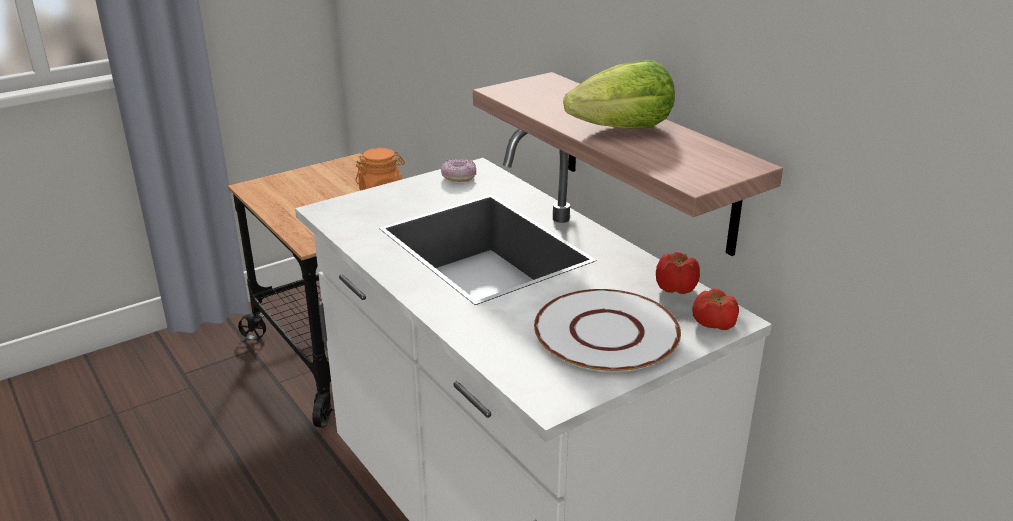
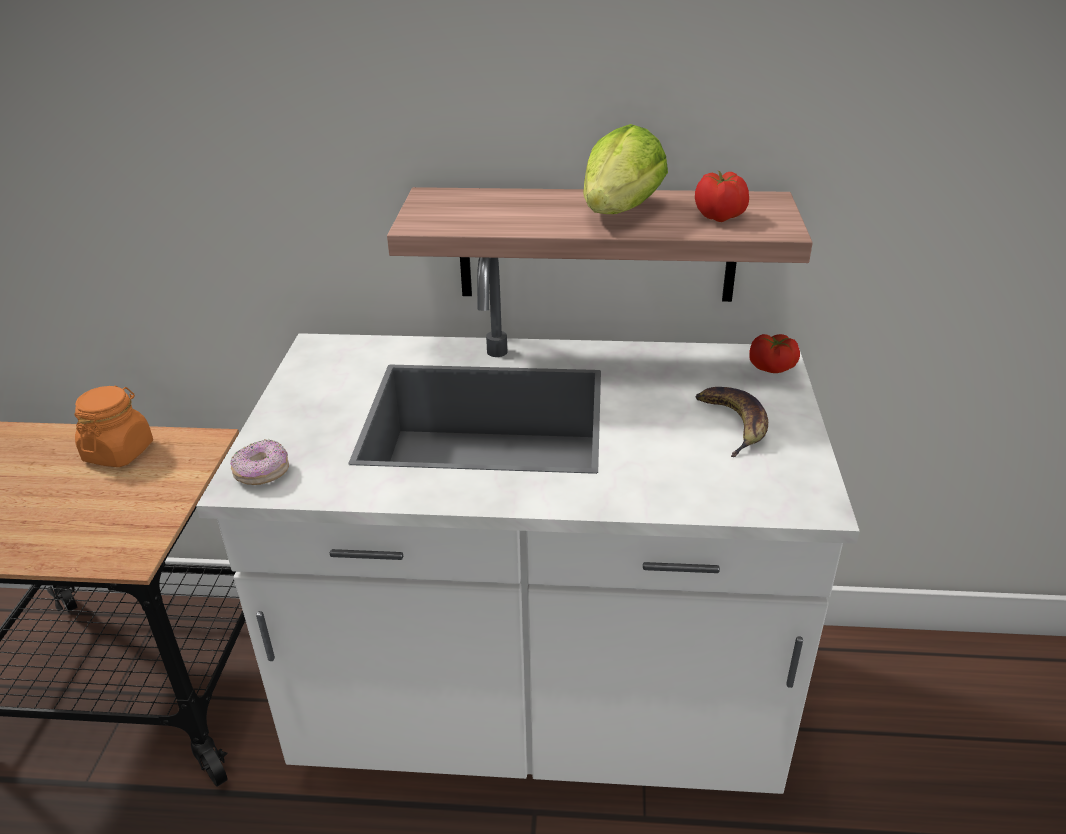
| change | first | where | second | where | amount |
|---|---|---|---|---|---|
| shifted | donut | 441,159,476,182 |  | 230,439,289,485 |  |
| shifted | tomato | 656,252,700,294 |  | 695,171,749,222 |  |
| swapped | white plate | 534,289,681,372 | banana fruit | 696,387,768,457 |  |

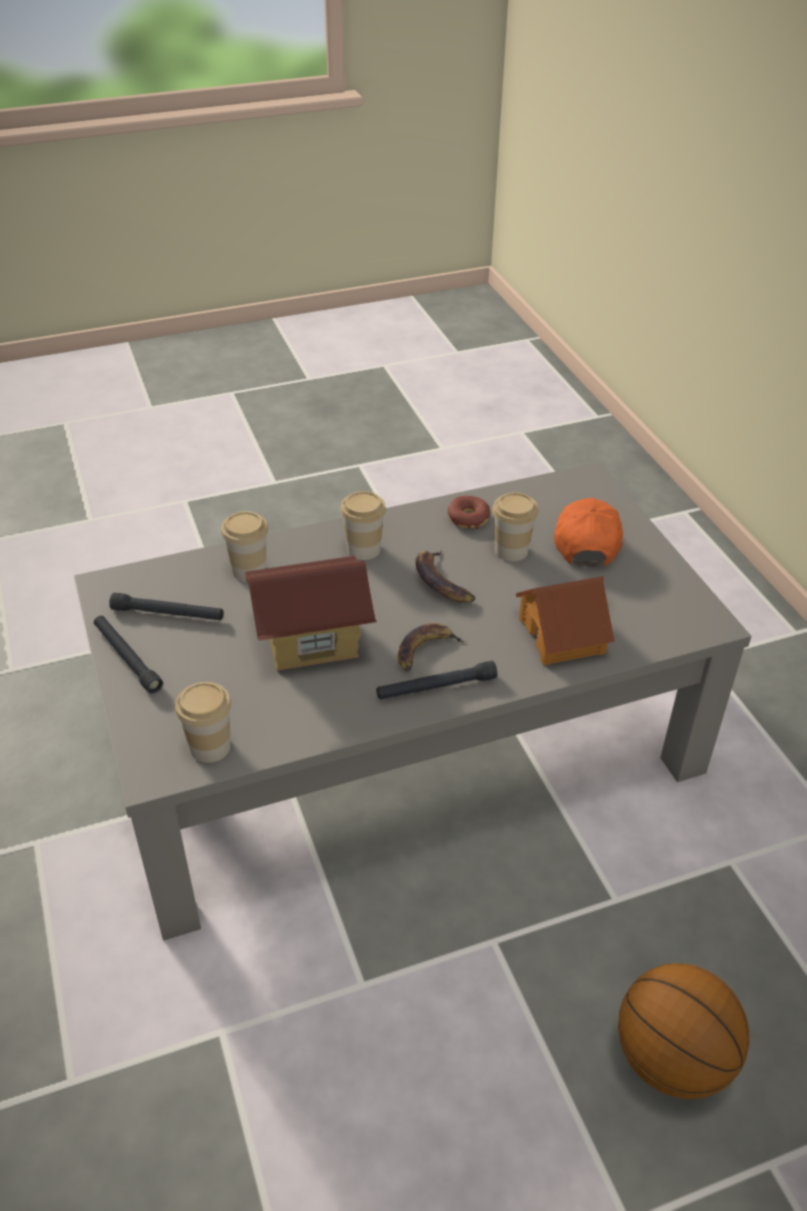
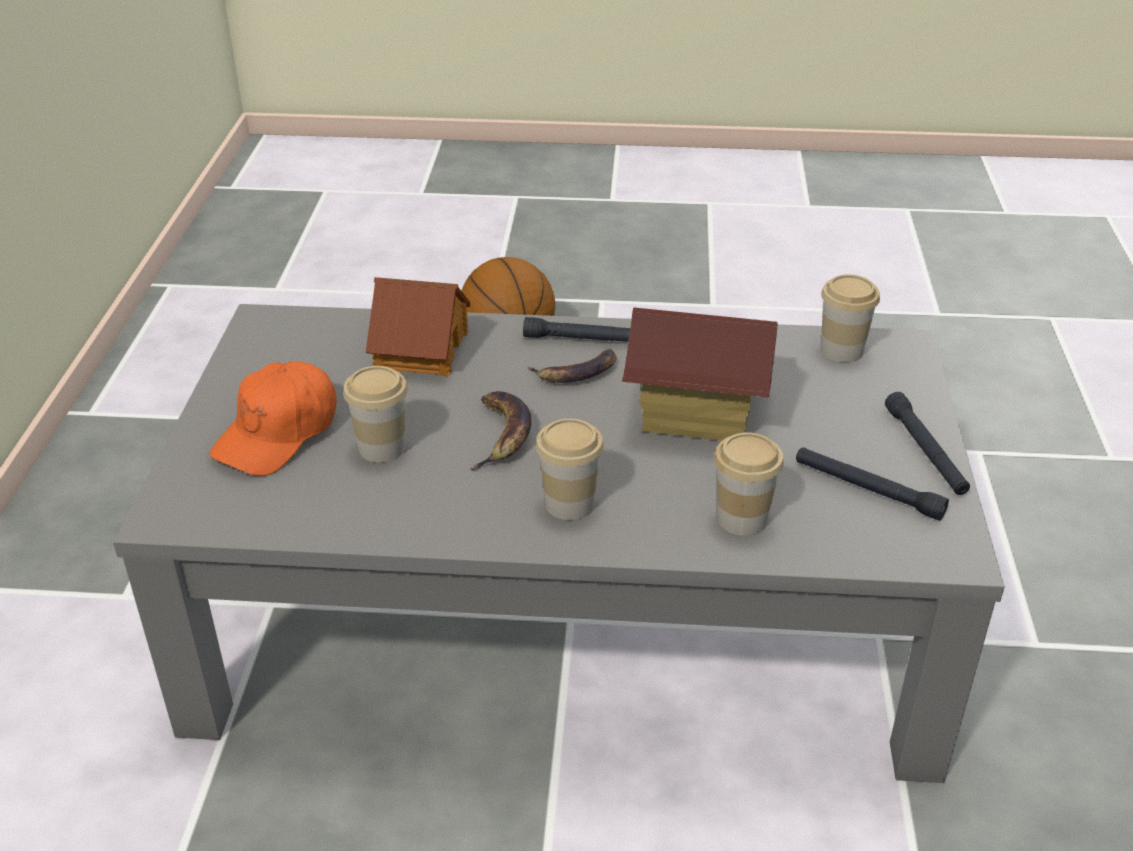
| change | first | where | second | where | amount |
|---|---|---|---|---|---|
| gone | donut | 448,496,491,529 |  |  |  |

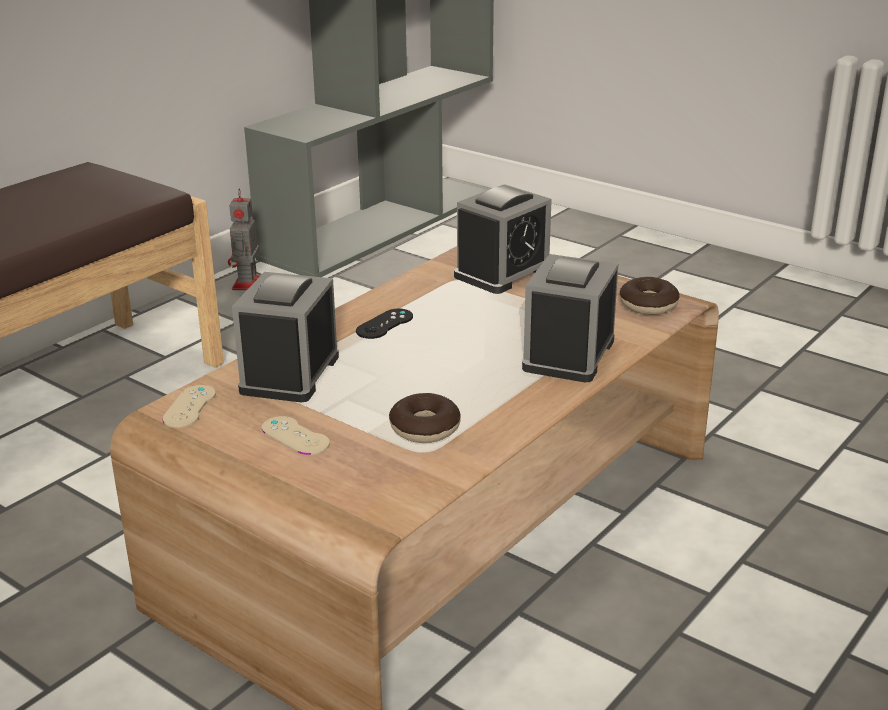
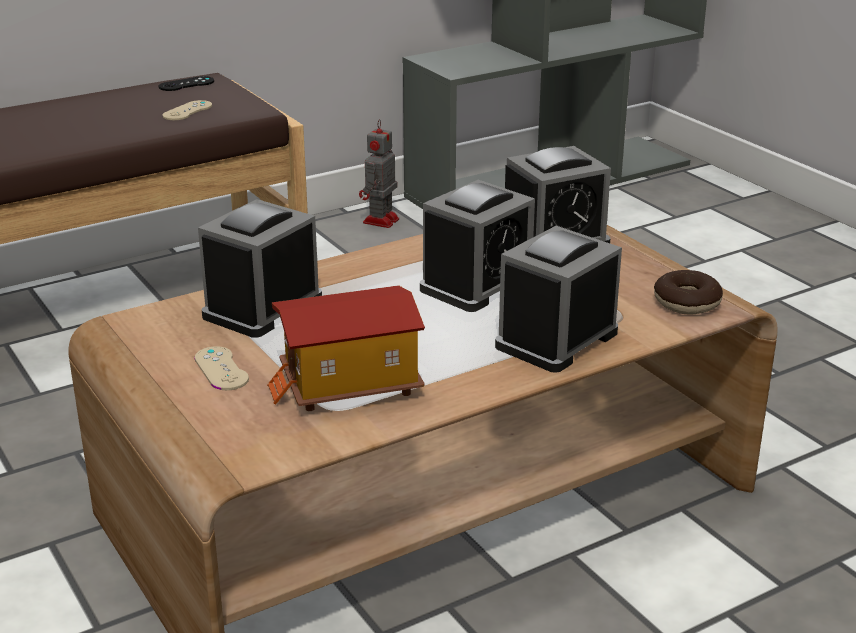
| change | first | where | second | where | amount |
|---|---|---|---|---|---|
| shifted | black game controller | 356,309,413,339 |  | 159,76,214,91 |  |
| shifted | beige game controller | 162,385,216,428 |  | 162,100,212,120 |  |
| swapped | donut | 389,393,461,443 | toy house | 267,285,425,411 |  |
| new |  |  | alarm clock | 420,180,535,312 |  |

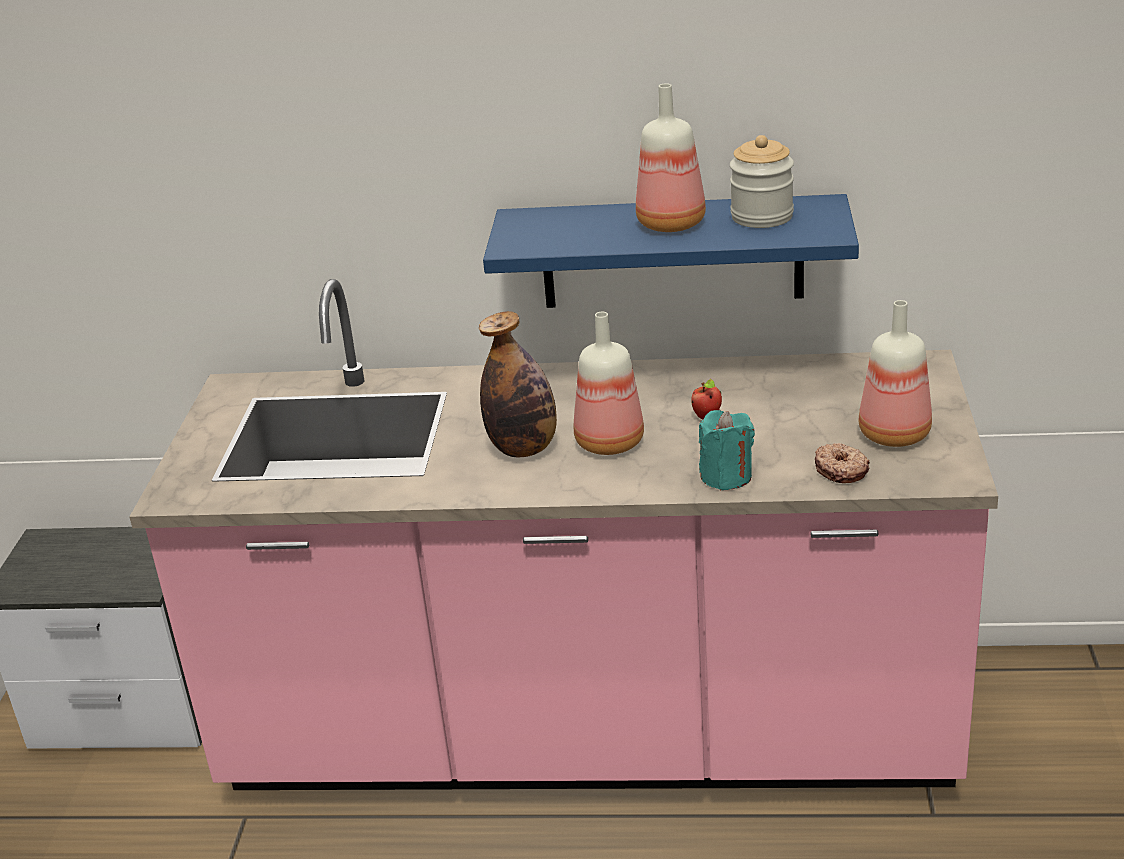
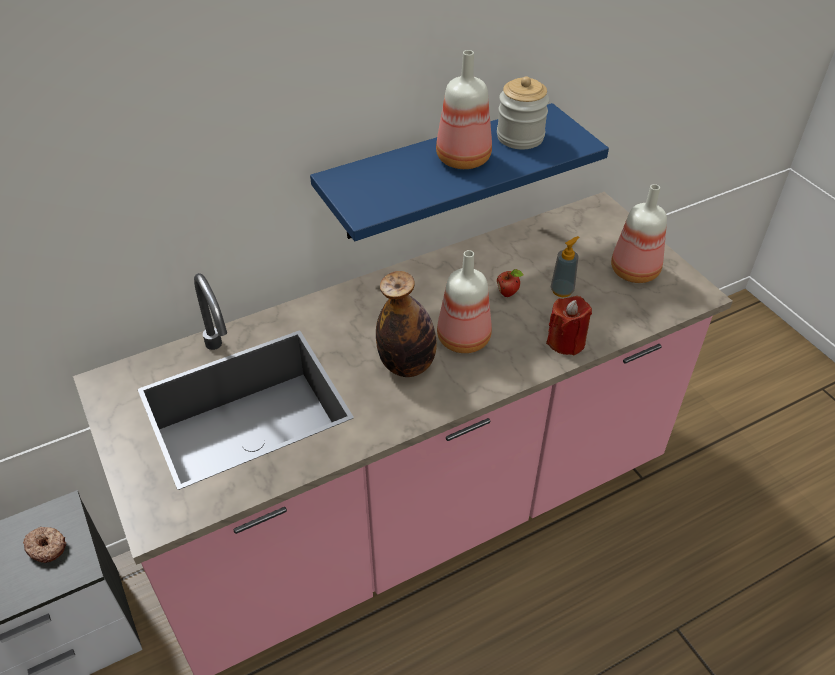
| change | first | where | second | where | amount |
|---|---|---|---|---|---|
| repainted | turquoise candle | 699,410,755,490 | red candle | 546,296,592,355 |  |
| shifted | donut | 815,443,870,483 |  | 23,527,66,563 |  |
| new |  |  | liquid soap bottle | 551,236,580,297 |  |

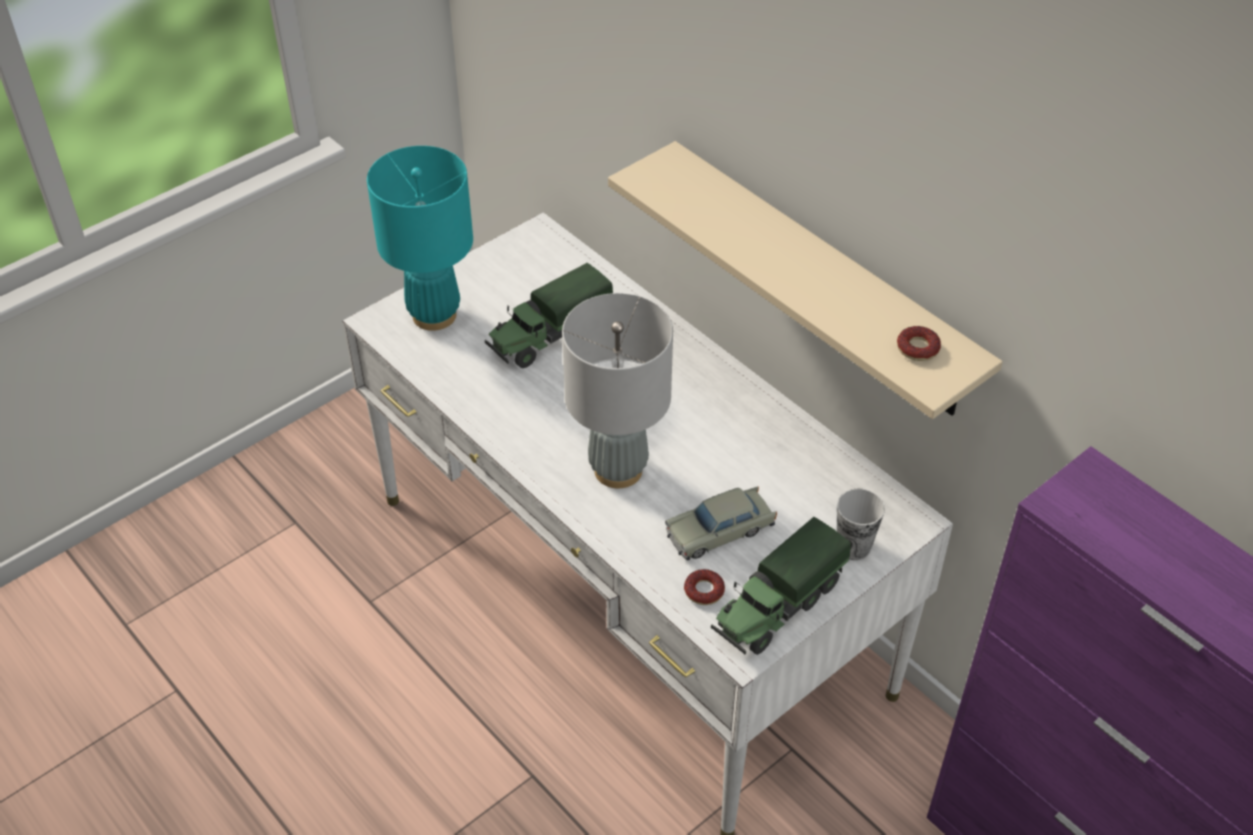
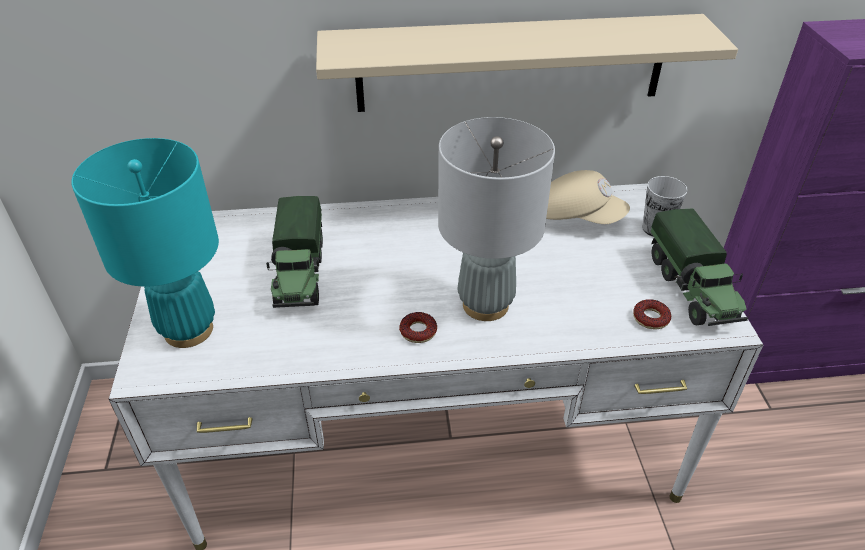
| change | first | where | second | where | amount |
|---|---|---|---|---|---|
| shifted | donut | 897,326,941,361 |  | 399,312,437,343 |  |
| gone | beige model car | 665,486,777,560 |  |  |  |
| new |  |  | beige cap | 546,170,630,224 |  |

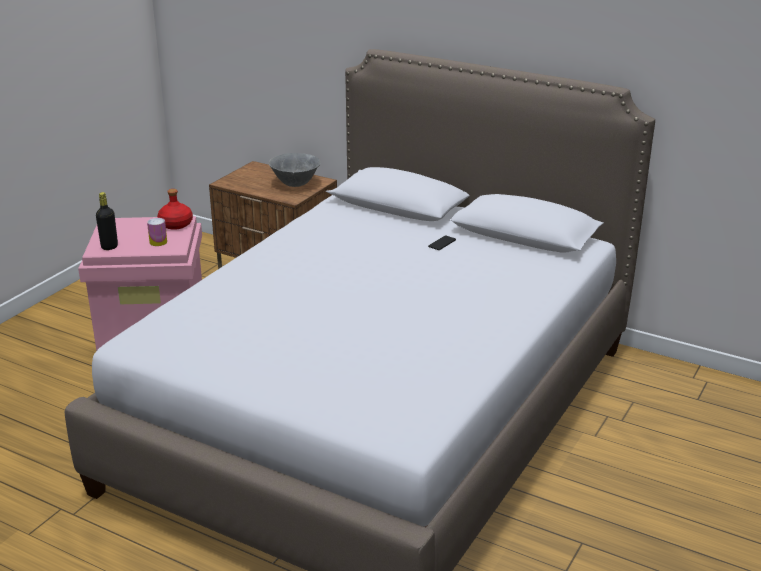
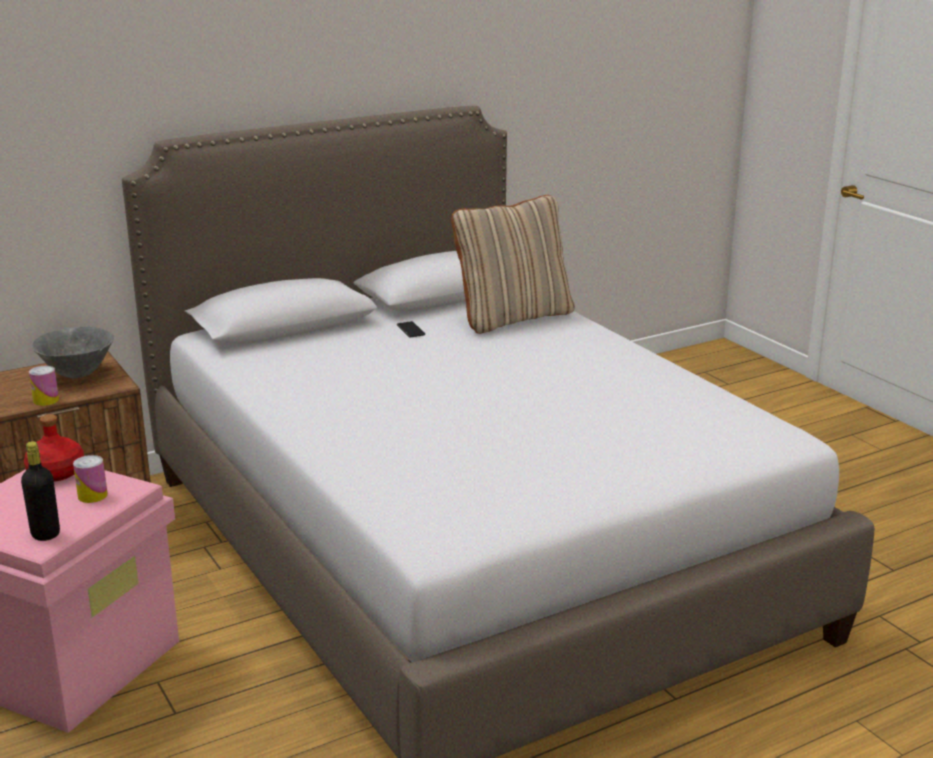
| change | first | where | second | where | amount |
|---|---|---|---|---|---|
| new |  |  | beige pillow | 451,195,575,334 |  |
| new |  |  | metal can | 29,366,59,406 |  |

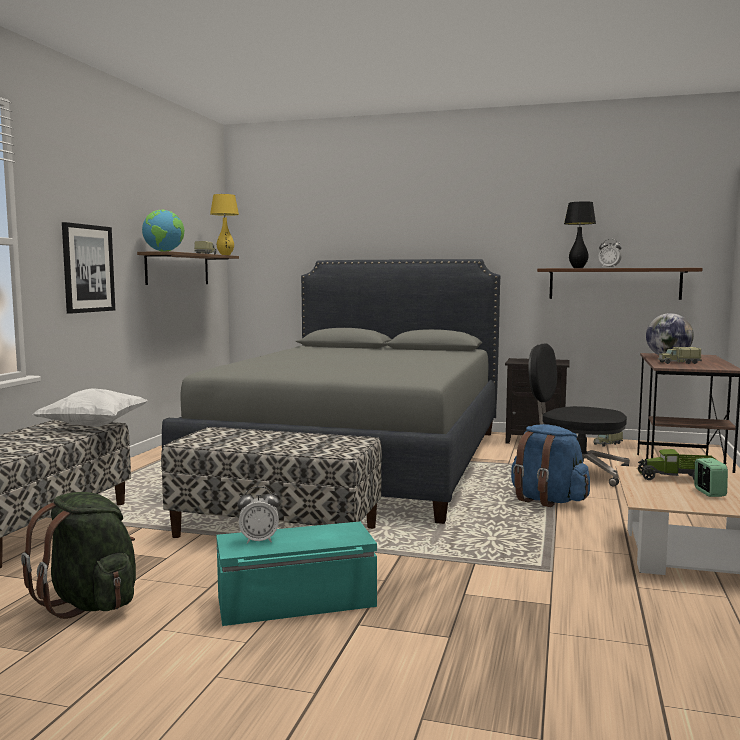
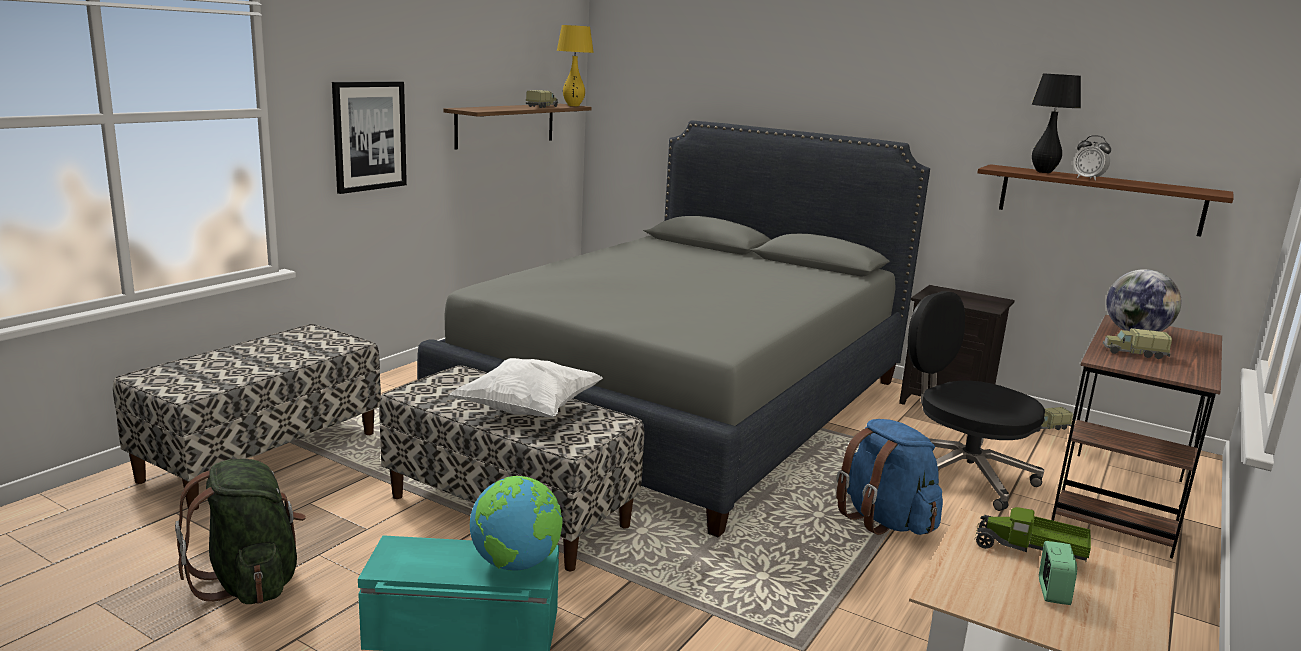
| change | first | where | second | where | amount |
|---|---|---|---|---|---|
| shifted | desk globe | 142,210,184,251 |  | 470,476,563,571 |  |
| shifted | white pillow | 33,388,148,427 |  | 450,358,603,418 |  |
| gone | alarm clock | 237,486,280,544 |  |  |  |

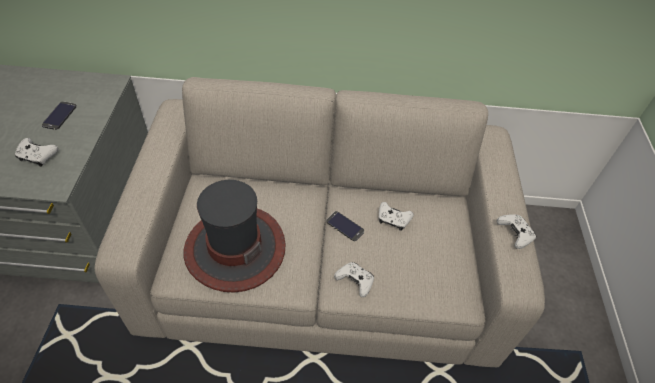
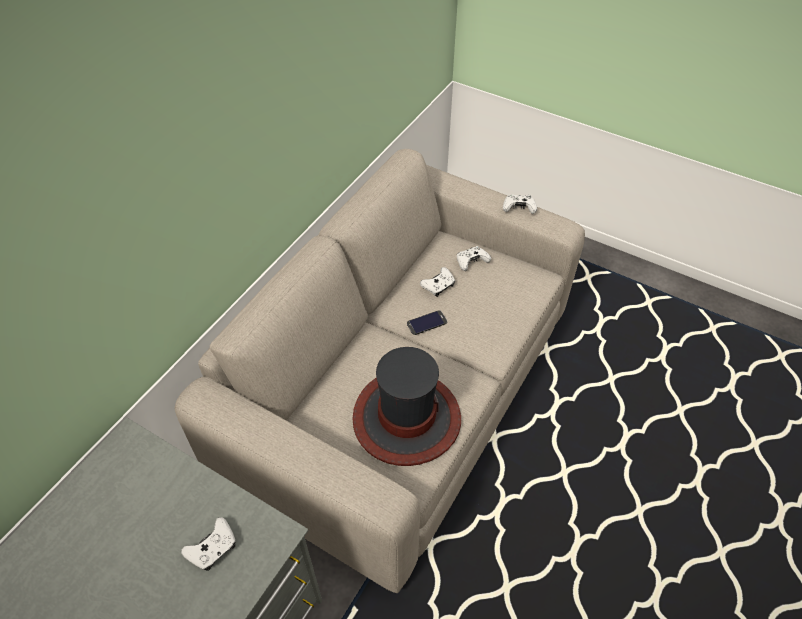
| change | first | where | second | where | amount |
|---|---|---|---|---|---|
| gone | telephone | 42,101,77,130 |  |  |  |
| shifted | white game controller | 334,262,374,297 |  | 457,246,491,271 |  |

